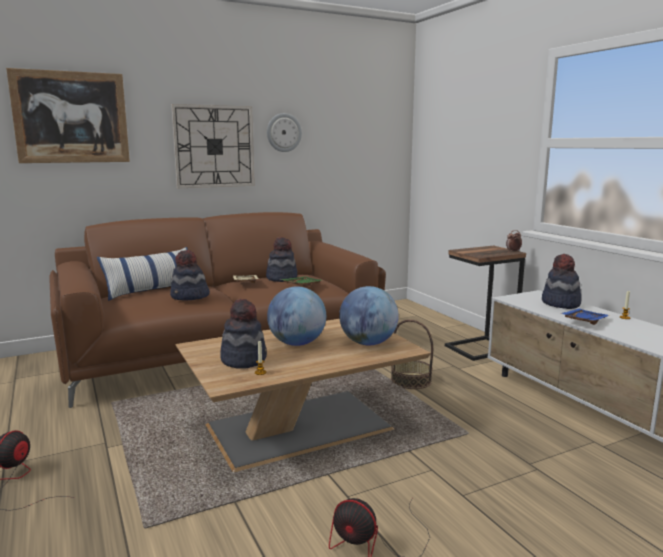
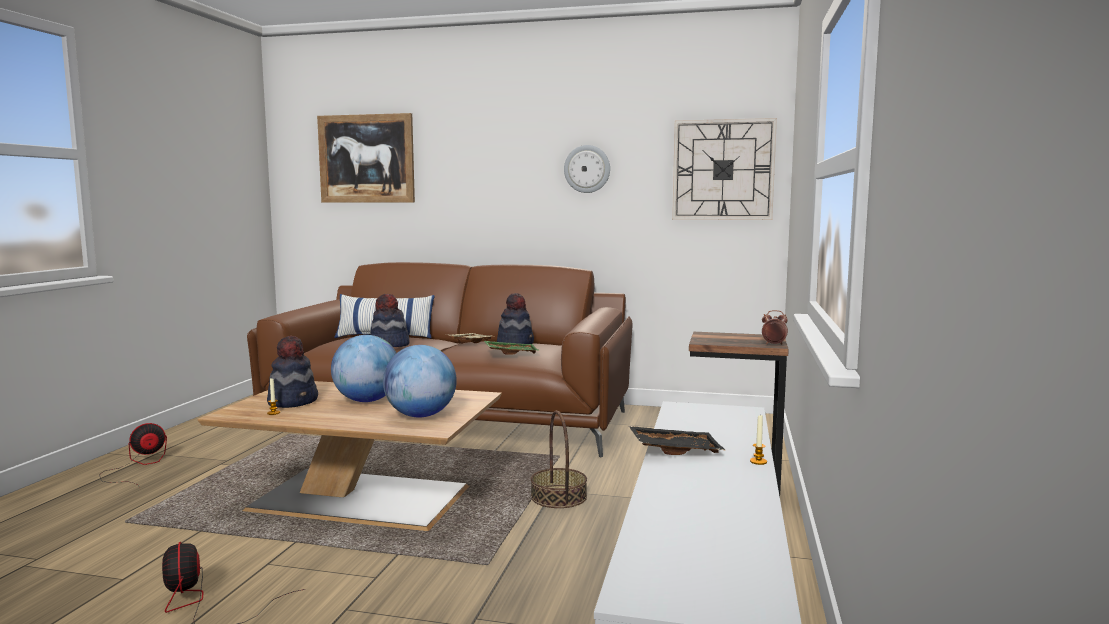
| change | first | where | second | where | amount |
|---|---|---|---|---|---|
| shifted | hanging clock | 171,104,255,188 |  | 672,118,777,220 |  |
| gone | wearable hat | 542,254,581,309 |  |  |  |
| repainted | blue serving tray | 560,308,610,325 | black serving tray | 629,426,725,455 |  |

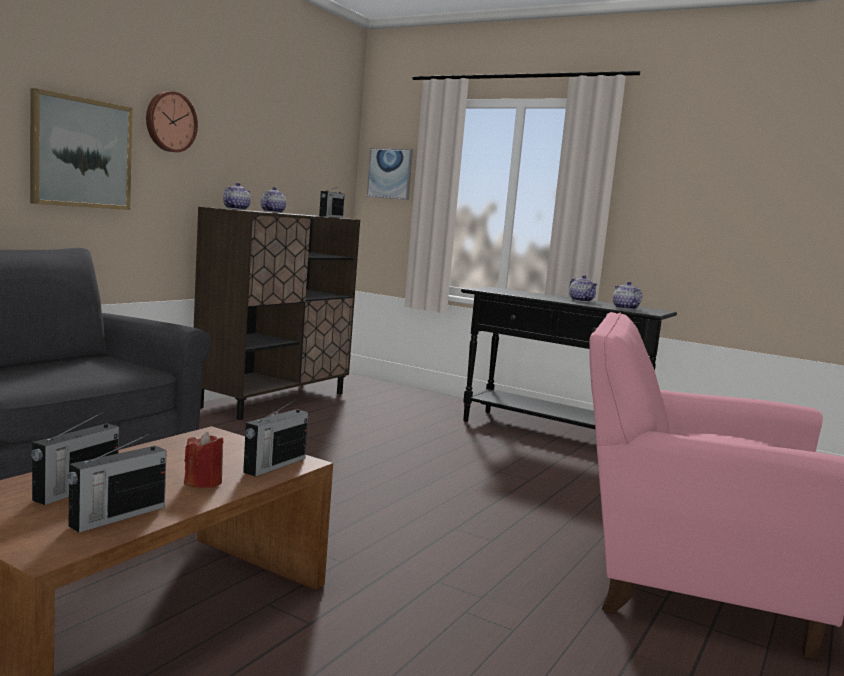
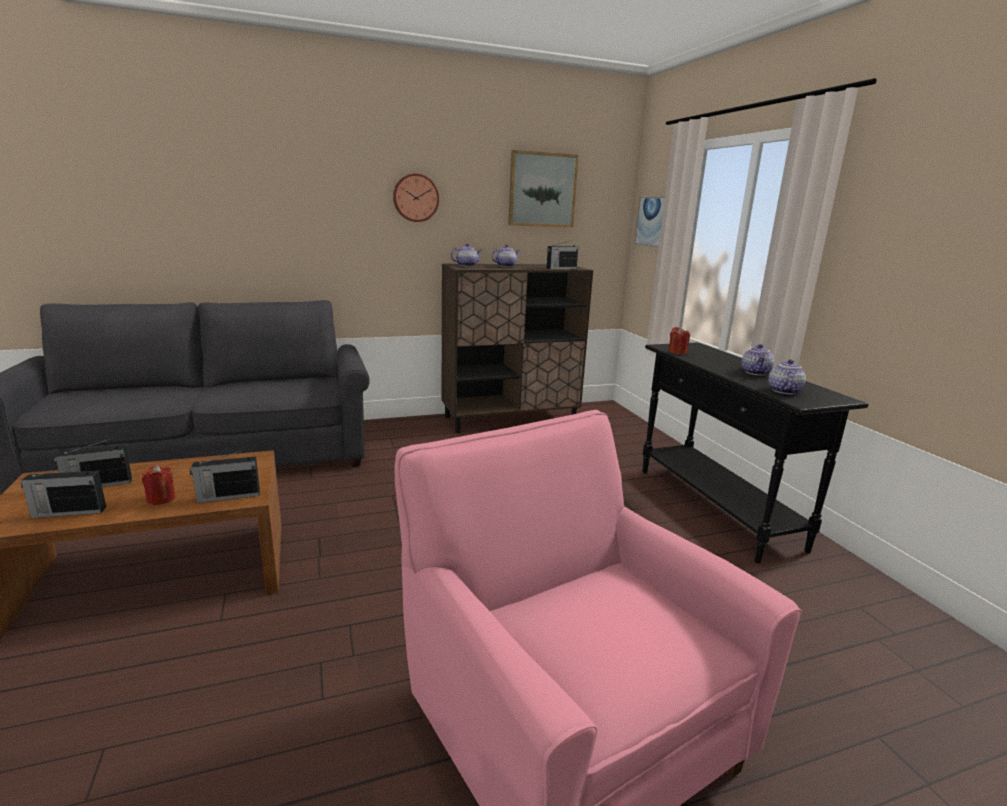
| change | first | where | second | where | amount |
|---|---|---|---|---|---|
| shifted | picture | 30,88,133,210 |  | 508,150,579,227 |  |
| new |  |  | red candle | 669,327,690,354 |  |

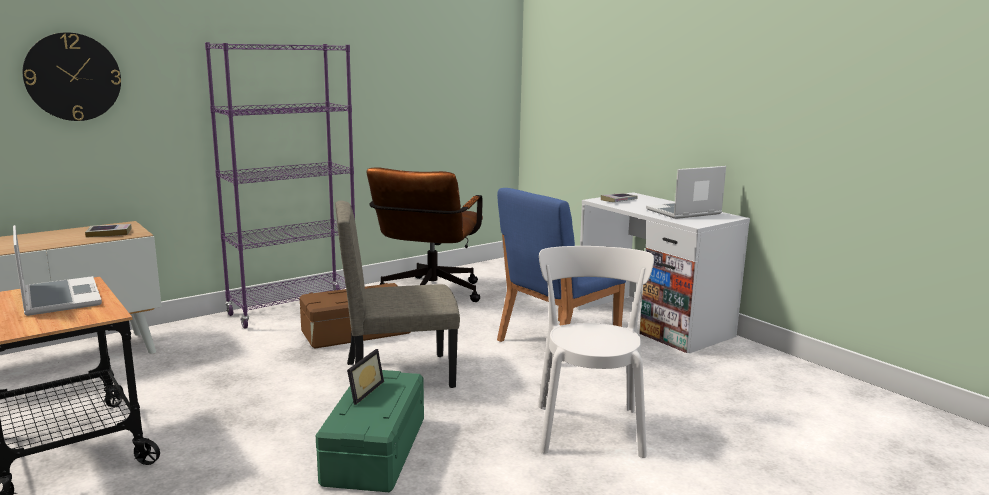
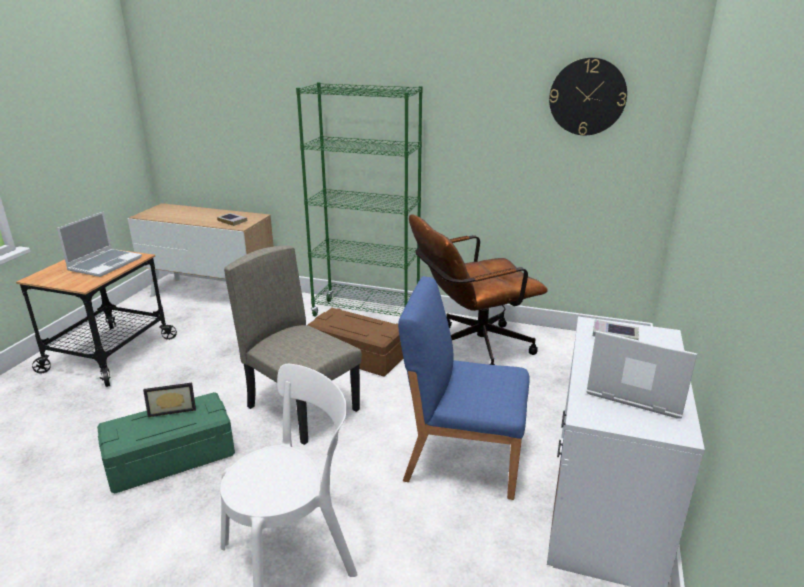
| change | first | where | second | where | amount |
|---|---|---|---|---|---|
| shifted | hanging clock | 23,32,121,121 |  | 549,57,627,135 |  |
| repainted | purplish shelving unit | 205,42,355,329 | green shelving unit | 296,82,423,317 |  |

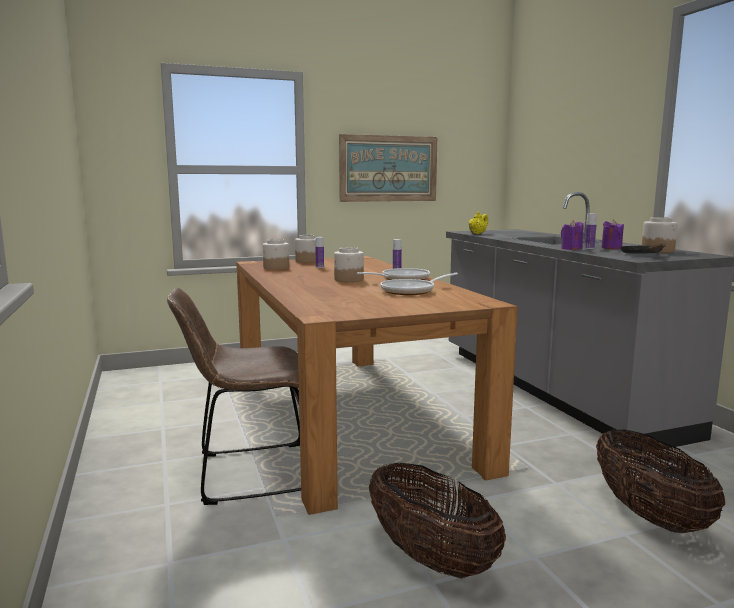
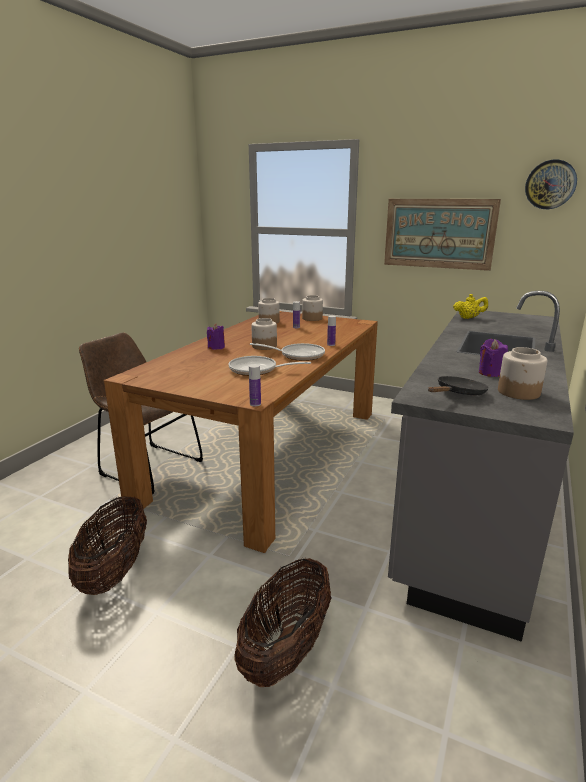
| change | first | where | second | where | amount |
|---|---|---|---|---|---|
| shifted | bottle | 585,214,597,249 |  | 249,364,261,406 |  |
| shifted | purplish candle | 561,220,583,250 |  | 207,324,225,350 |  |
| new |  |  | hanging clock | 525,159,577,209 |  |

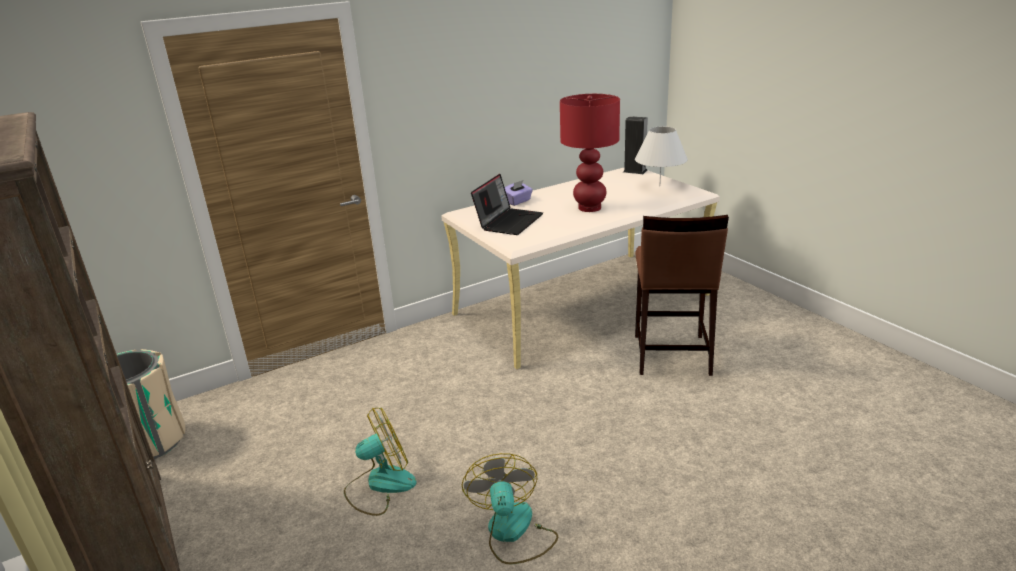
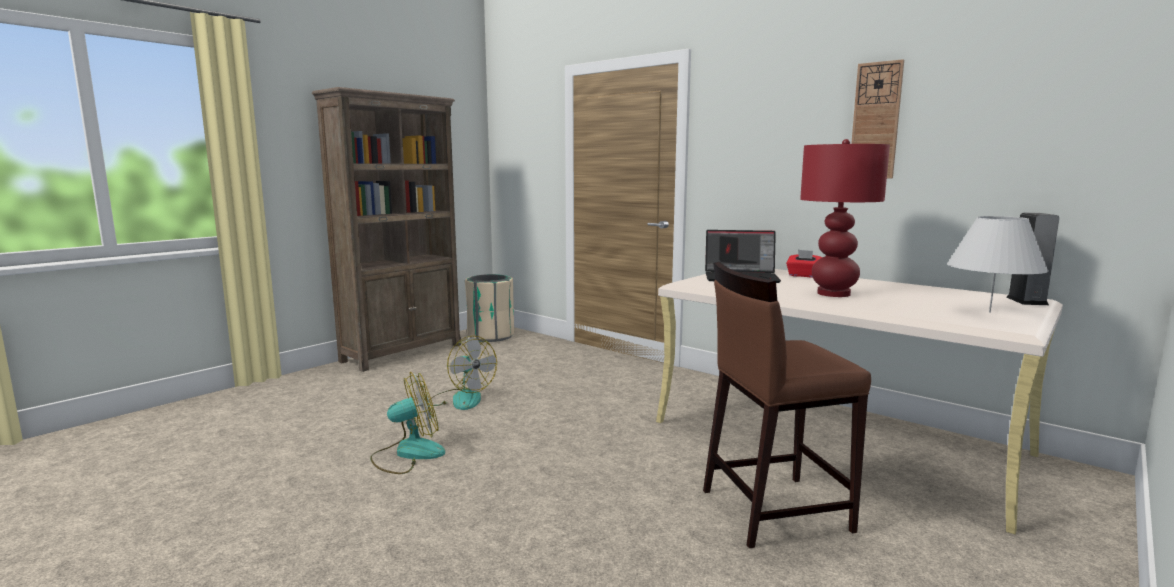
| change | first | where | second | where | amount |
|---|---|---|---|---|---|
| repainted | purplish box of tissues | 505,180,533,206 | red box of tissues | 786,250,822,278 |  |
| new |  |  | hanging clock | 851,59,904,178 |  |

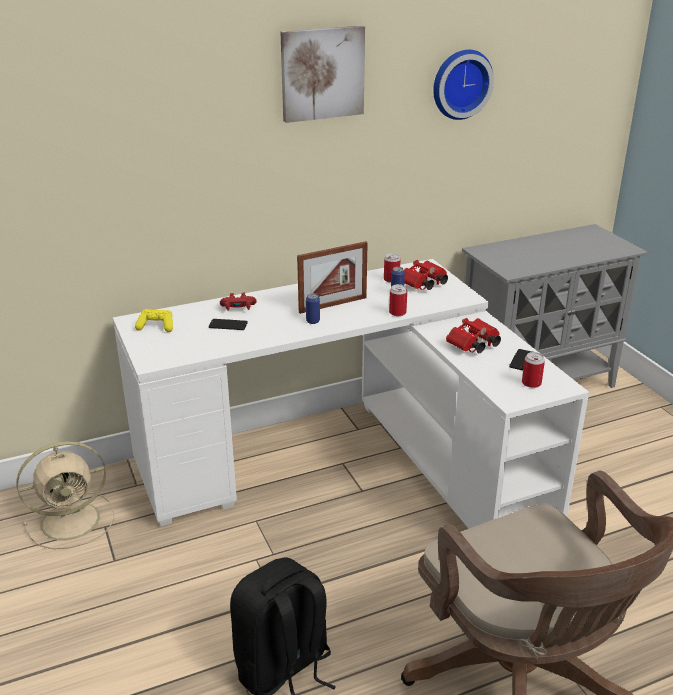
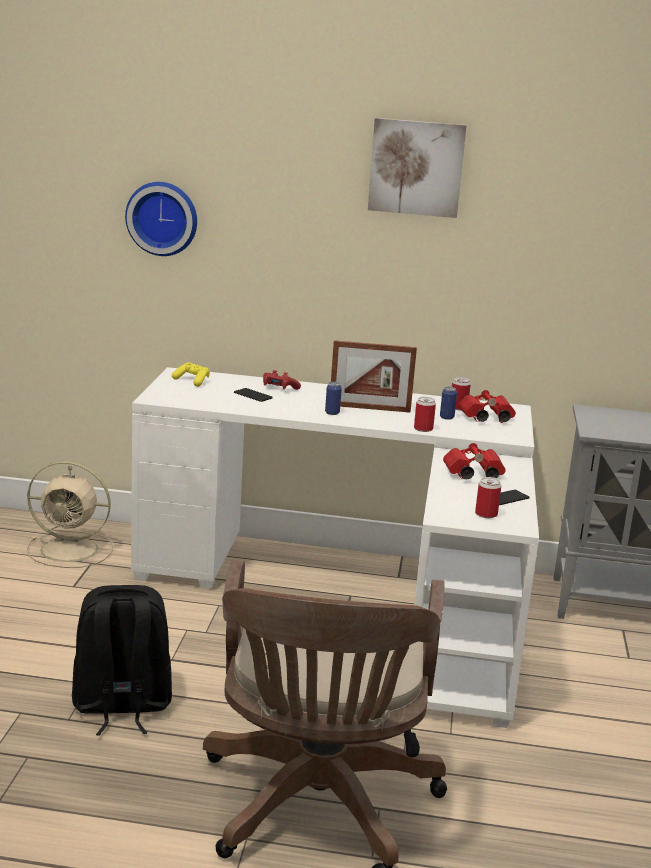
| change | first | where | second | where | amount |
|---|---|---|---|---|---|
| shifted | hanging clock | 433,50,494,120 |  | 125,182,197,256 |  |

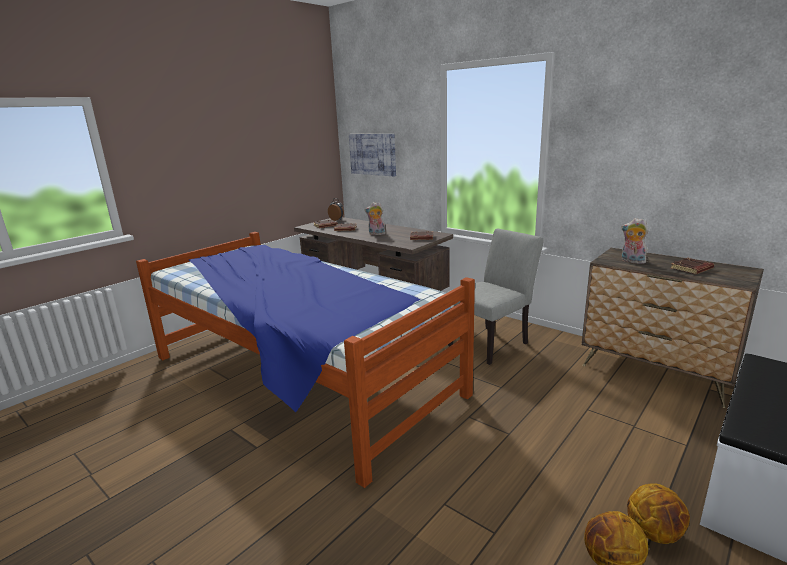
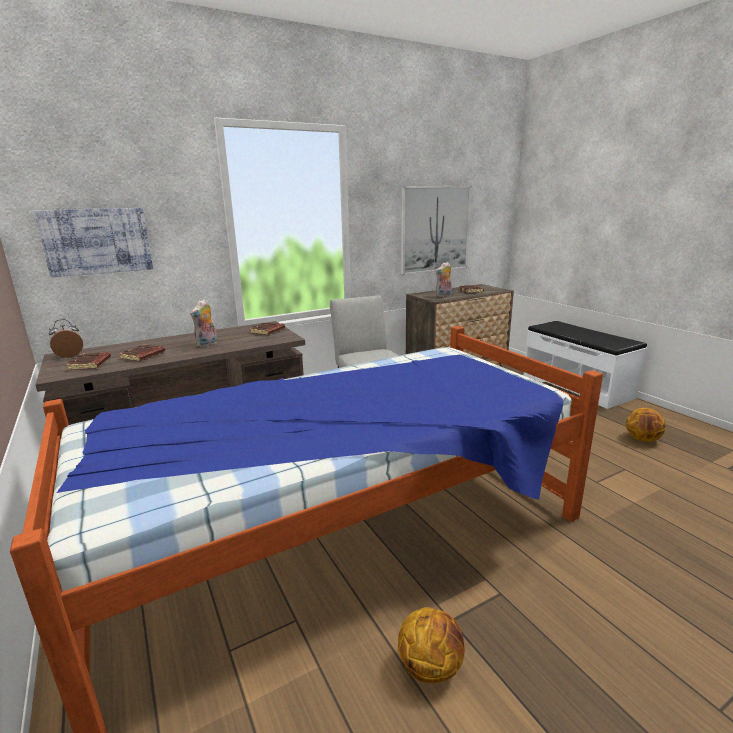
| change | first | where | second | where | amount |
|---|---|---|---|---|---|
| shifted | ball for basketball | 627,483,690,544 |  | 398,607,465,683 |  |
| new |  |  | picture | 401,186,472,275 |  |

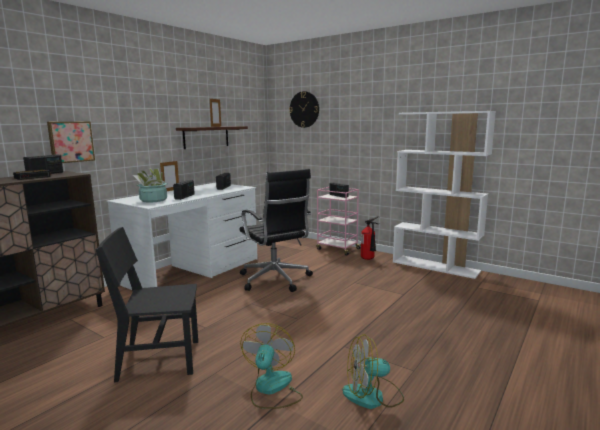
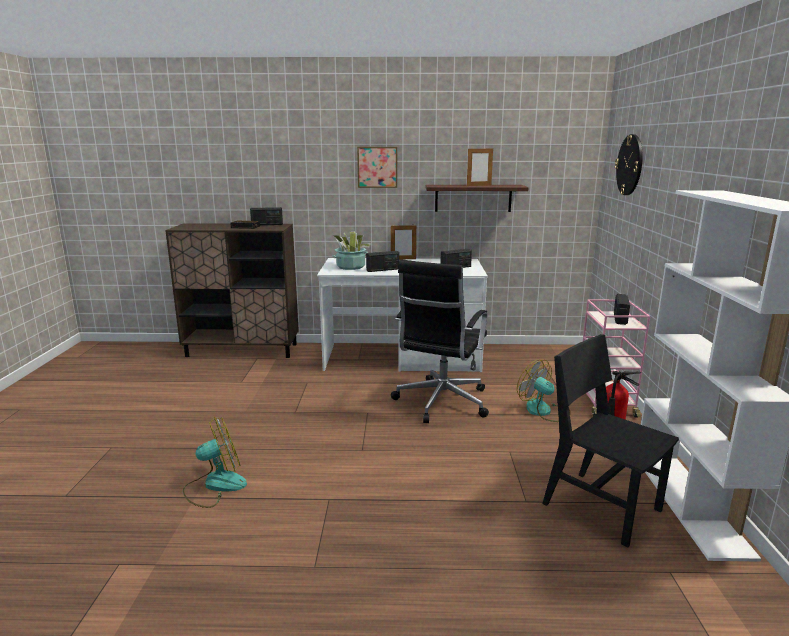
| change | first | where | second | where | amount |
|---|---|---|---|---|---|
| shifted | picture | 47,121,95,163 |  | 357,147,397,188 |  |
| shifted | black upright chair | 95,227,198,382 |  | 542,334,679,548 |  |
| shifted | fan | 343,334,404,409 |  | 517,360,571,422 |  |

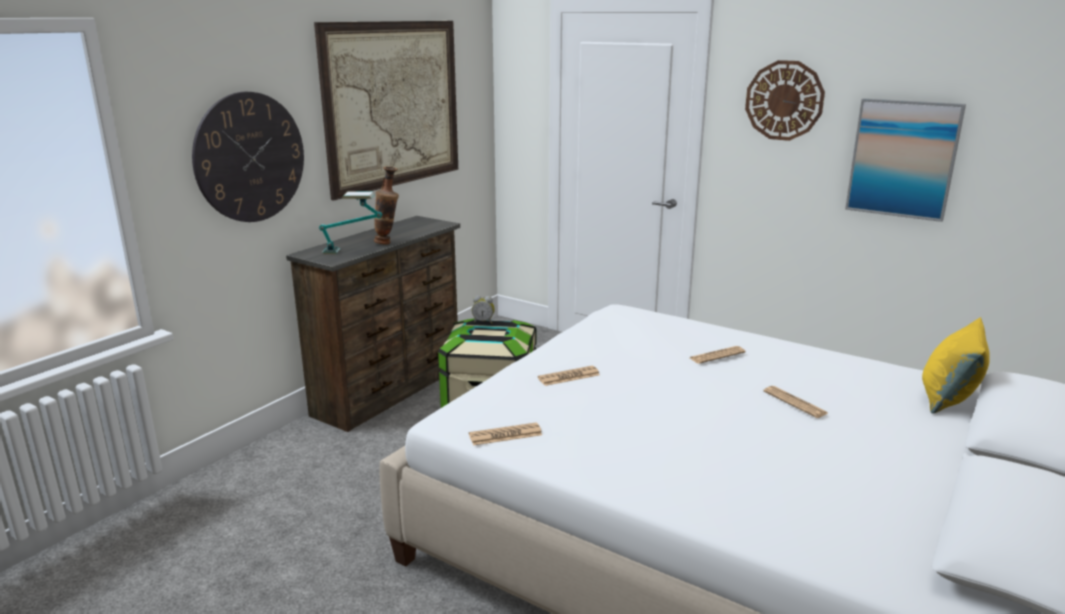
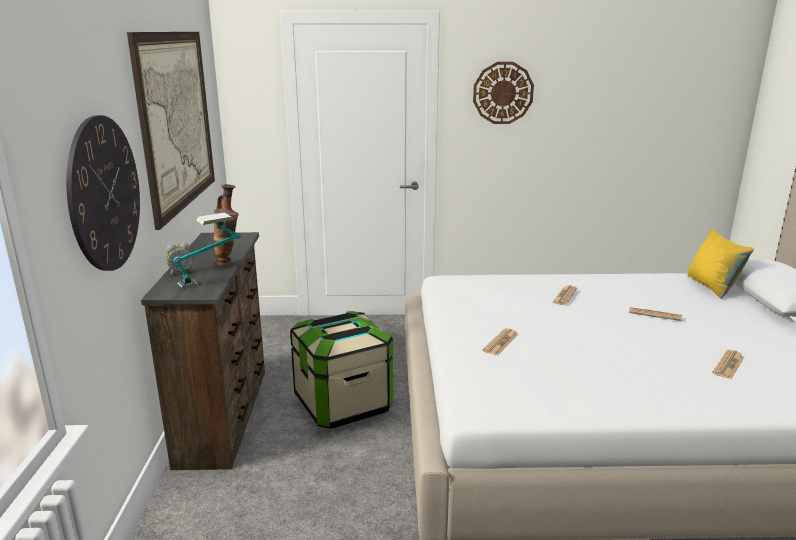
| change | first | where | second | where | amount |
|---|---|---|---|---|---|
| gone | picture | 845,98,966,222 |  |  |  |
| shifted | alarm clock | 472,296,495,324 |  | 166,242,193,275 |  |
| shifted | newspaper | 469,422,542,446 |  | 712,350,744,379 |  |

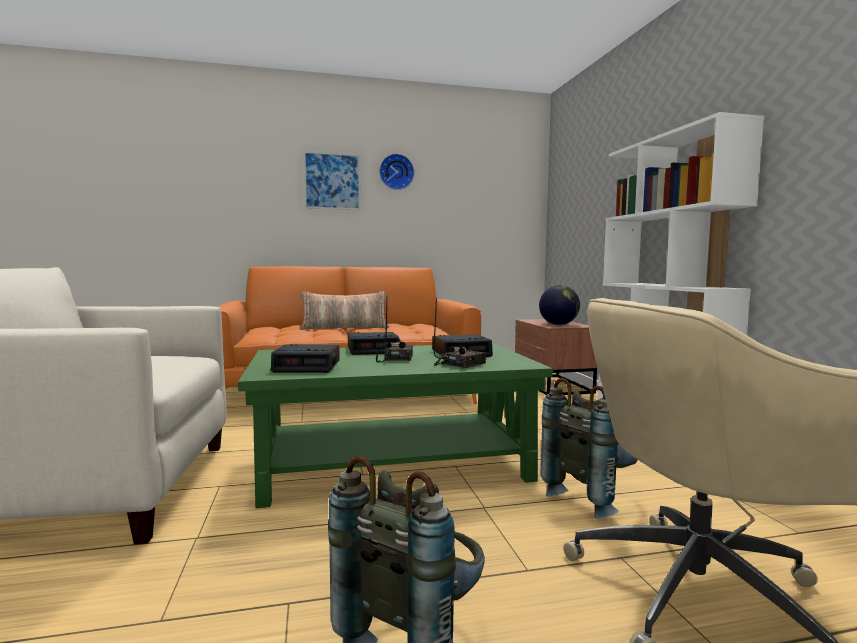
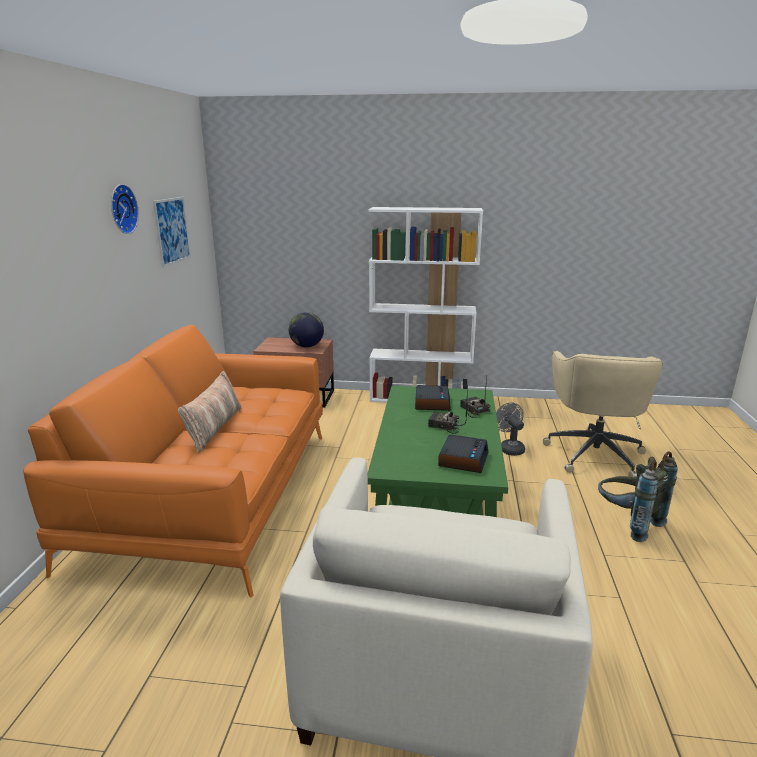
| change | first | where | second | where | amount |
|---|---|---|---|---|---|
| shifted | picture | 304,151,361,210 |  | 153,197,191,267 |  |
| gone | alarm clock | 348,332,401,355 |  |  |  |
| swapped | gray backpack | 541,378,638,518 | gray fan | 496,402,525,456 |  |

